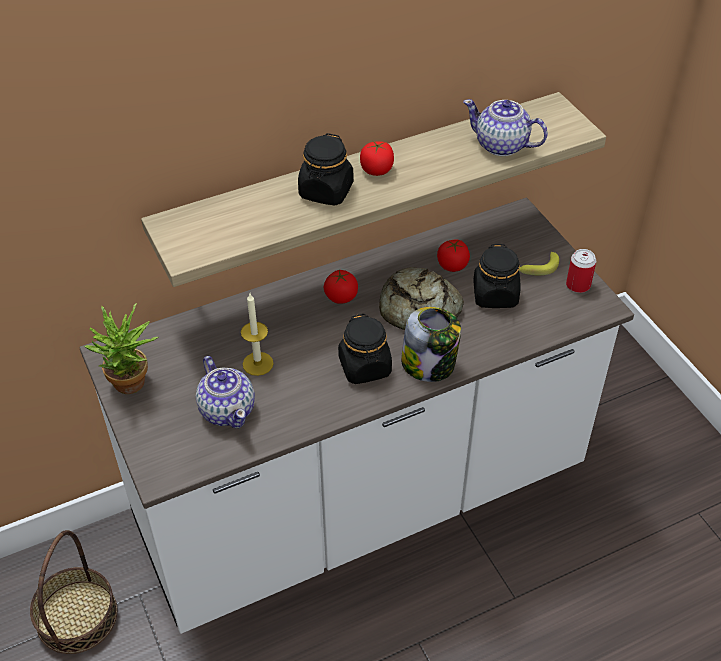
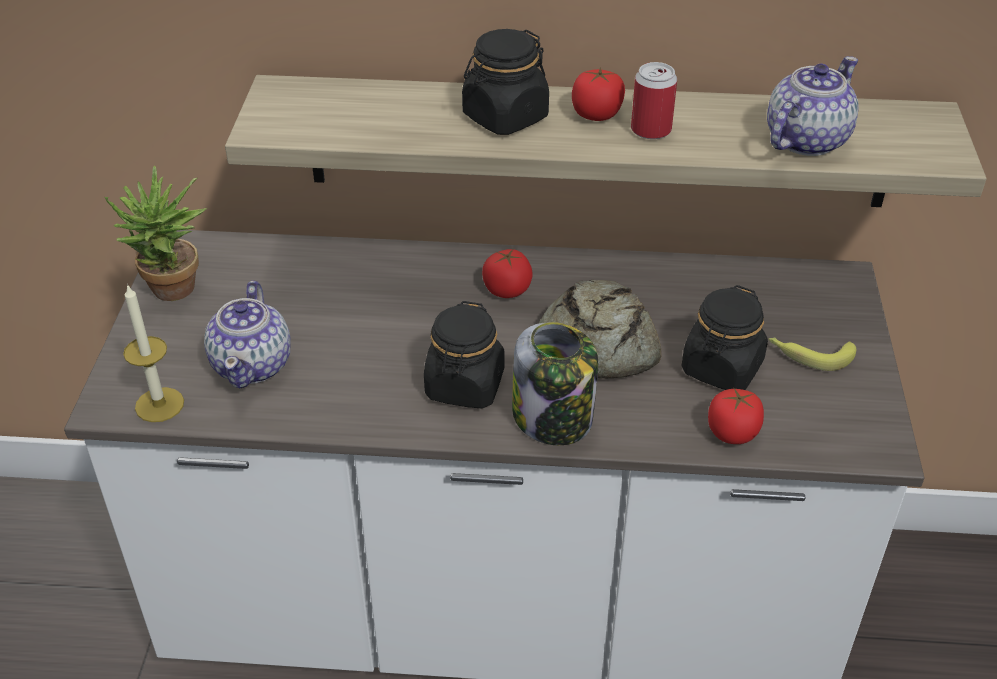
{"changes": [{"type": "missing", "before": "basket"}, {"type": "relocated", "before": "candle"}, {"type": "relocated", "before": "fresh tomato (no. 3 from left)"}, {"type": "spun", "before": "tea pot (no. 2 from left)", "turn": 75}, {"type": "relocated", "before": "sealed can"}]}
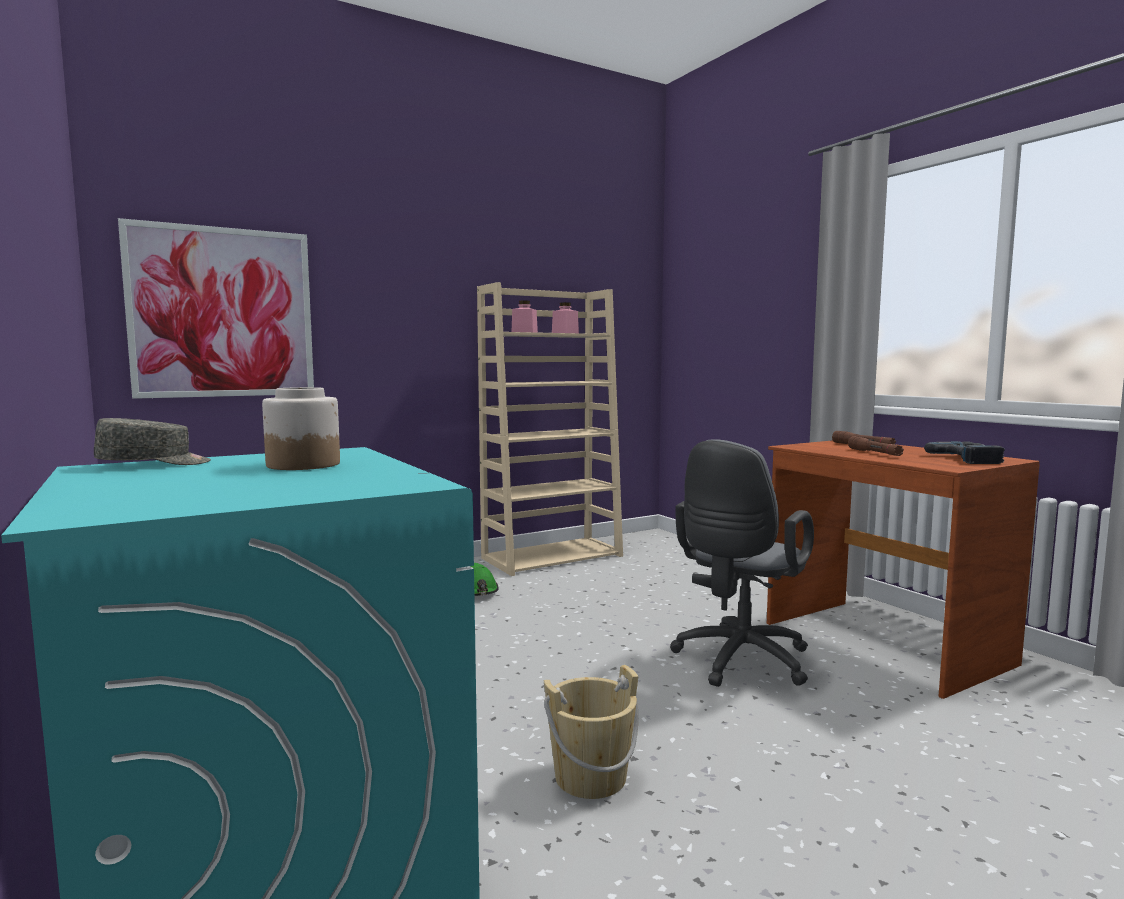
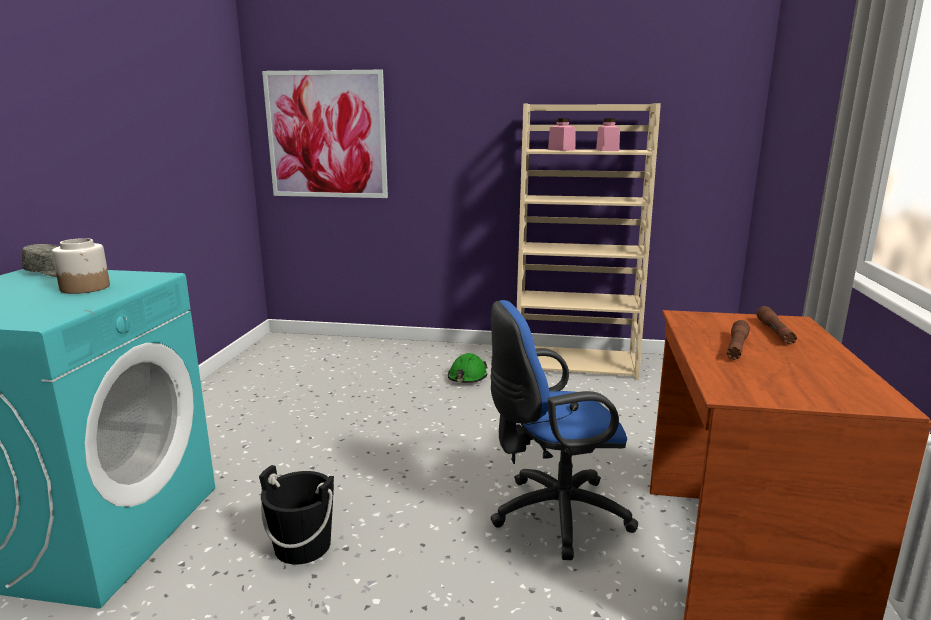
{"changes": [{"type": "colour", "before": "beige-coloured bucket", "after": "black-coloured bucket"}, {"type": "colour", "before": "gray desk chair", "after": "blue desk chair"}, {"type": "missing", "before": "drill"}]}
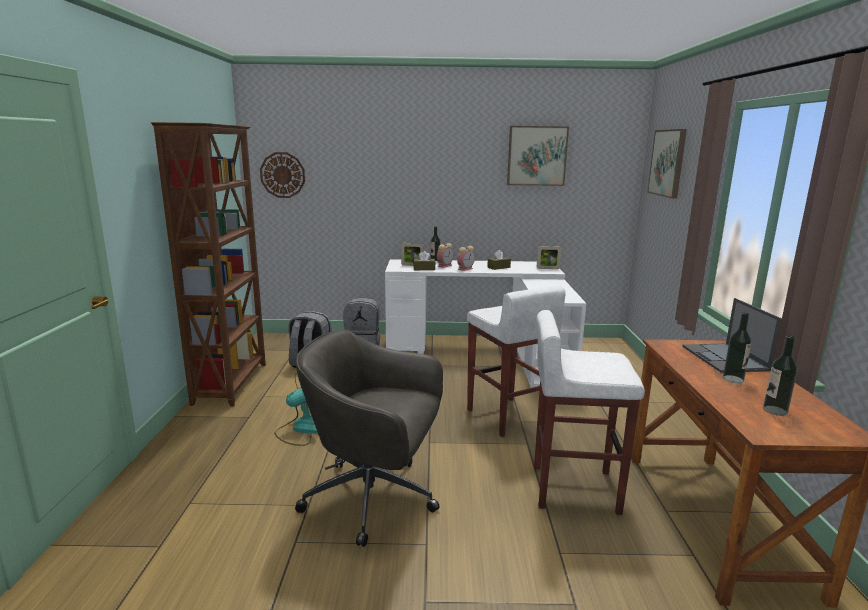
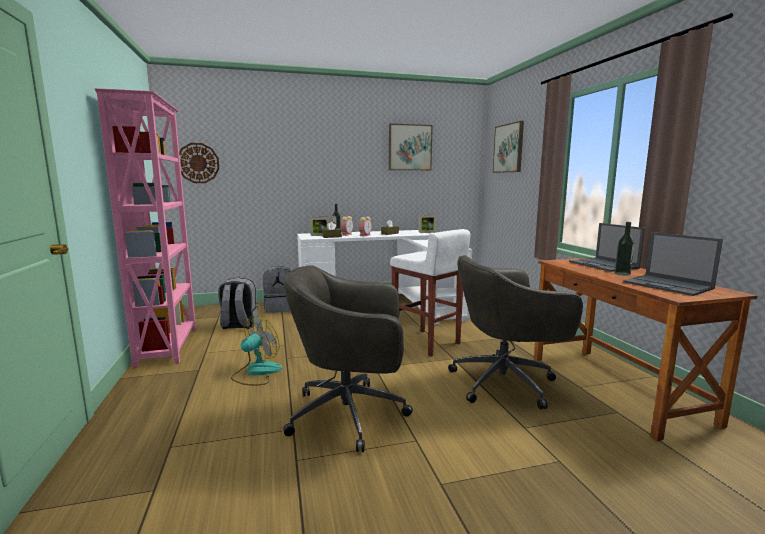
{"changes": [{"type": "colour", "before": "brown shelving unit", "after": "pink shelving unit"}, {"type": "exchanged", "before": "white-coloured sitting stool (no. 2 from left)", "after": "gray desk chair (no. 2 from left)"}, {"type": "exchanged", "before": "bottle (no. 3 from left)", "after": "notebook computer (no. 2 from left)"}]}
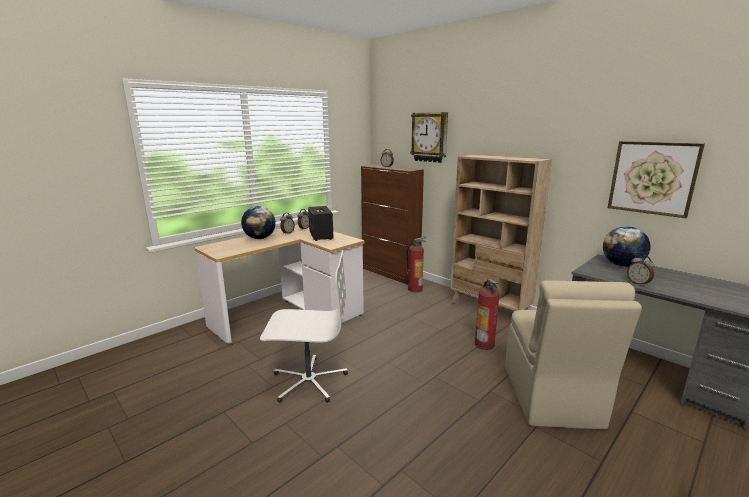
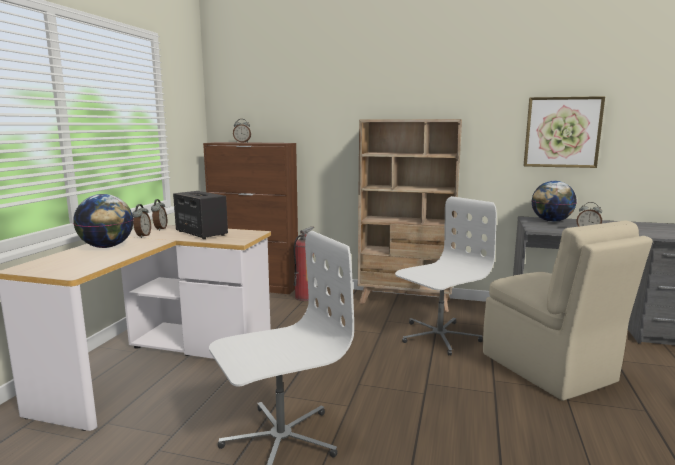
{"changes": [{"type": "missing", "before": "clock on the wall"}, {"type": "exchanged", "before": "extinguisher (no. 2 from left)", "after": "white-coloured desk chair (no. 2 from left)"}]}
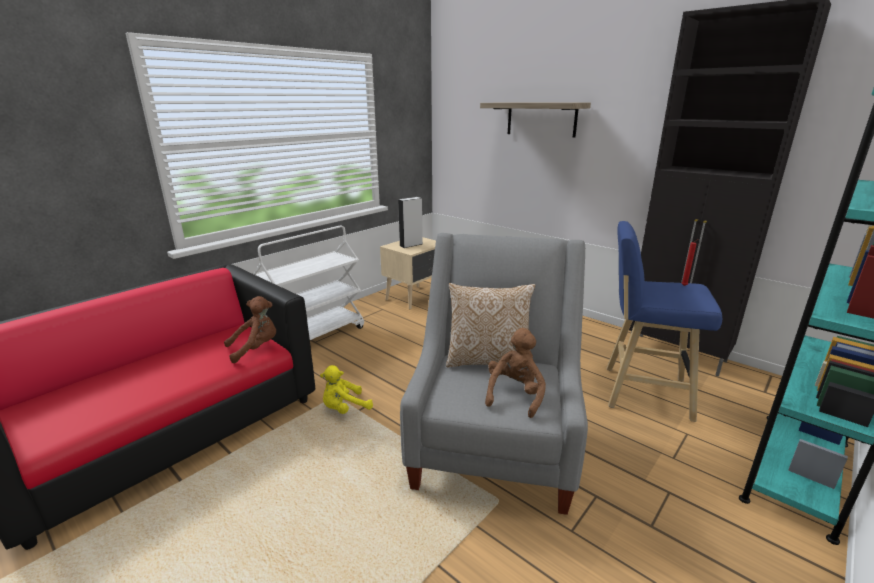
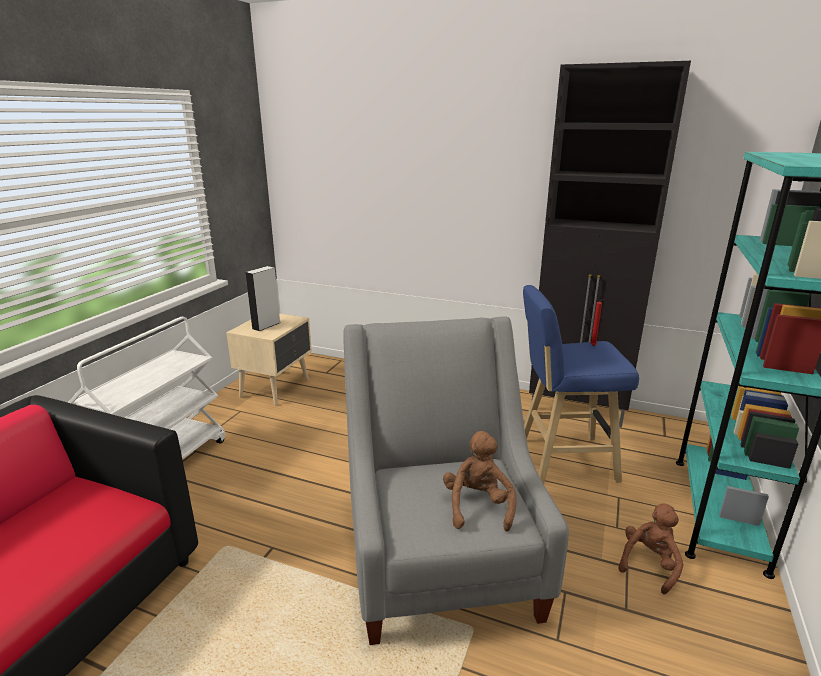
{"changes": [{"type": "relocated", "before": "brown cuddly toy (no. 1 from left in the first image)", "after": "brown cuddly toy (no. 2 from left)"}, {"type": "missing", "before": "yellow cuddly toy"}, {"type": "missing", "before": "cushion"}, {"type": "missing", "before": "bracket shelf"}]}
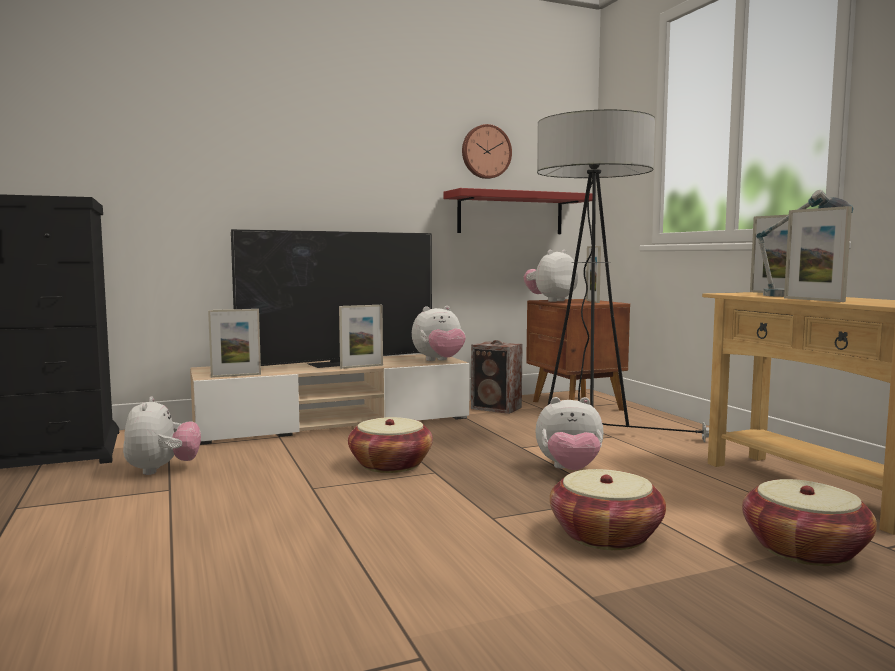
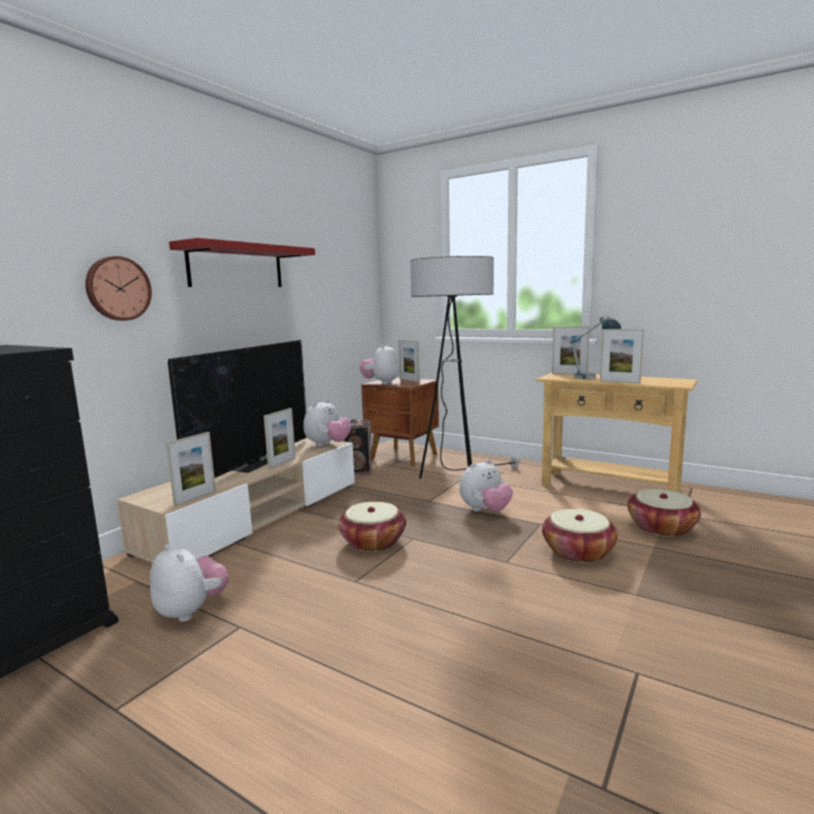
{"changes": [{"type": "relocated", "before": "red-coloured bracket shelf"}, {"type": "relocated", "before": "clock on the wall"}]}
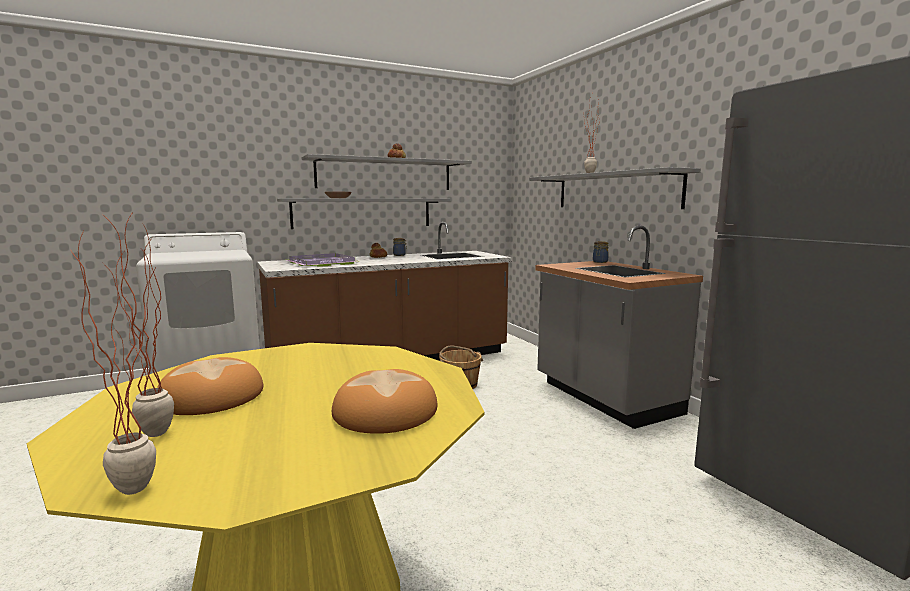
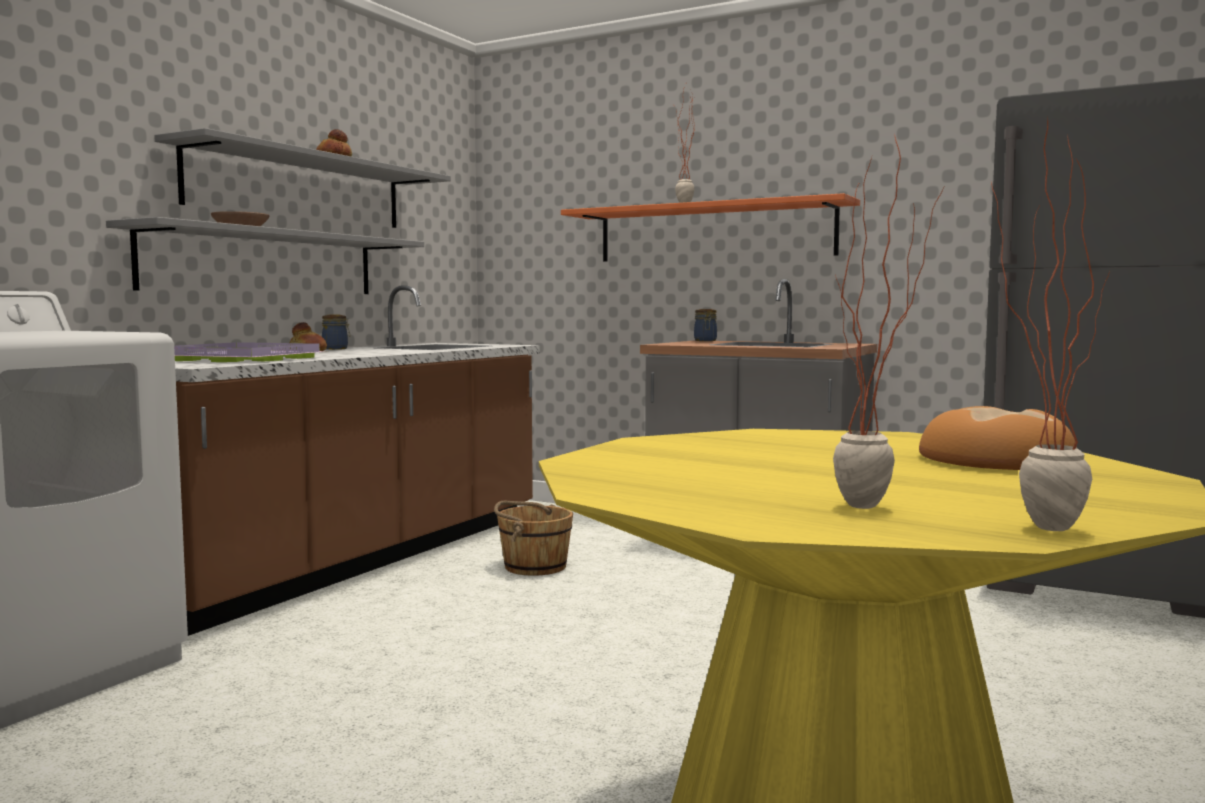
{"changes": [{"type": "missing", "before": "bakery bread (no. 1 from left)"}, {"type": "colour", "before": "gray bracket shelf (no. 3 from left)", "after": "orange-coloured bracket shelf"}]}
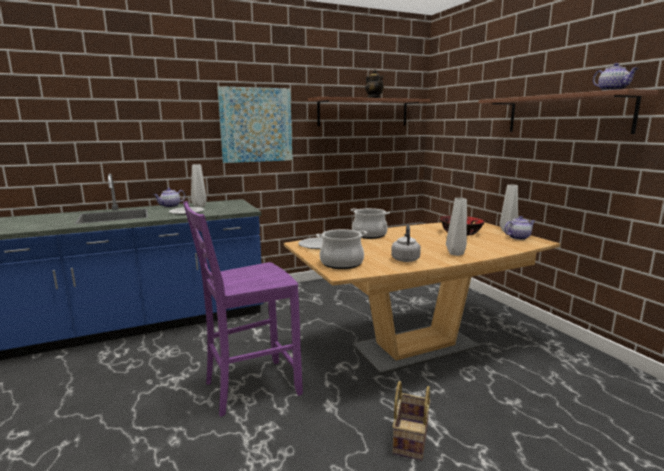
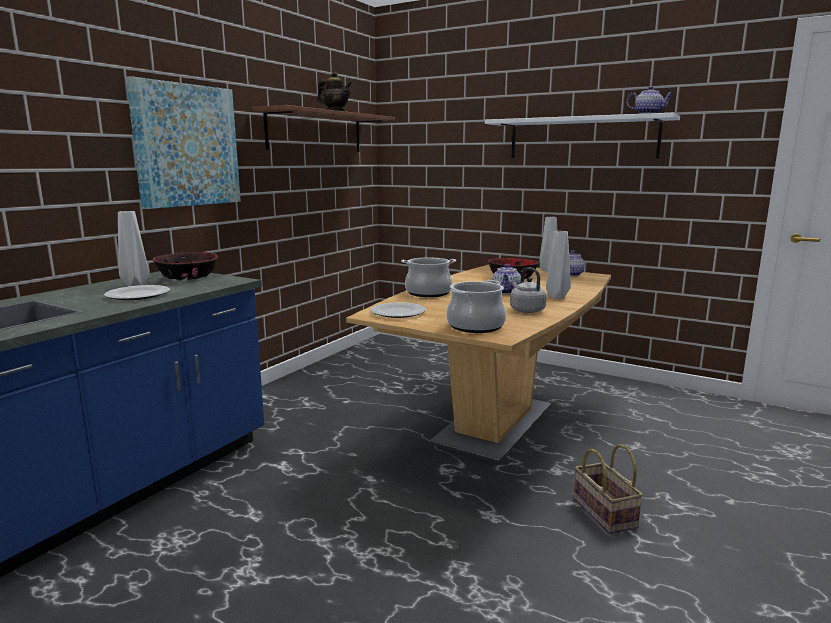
{"changes": [{"type": "relocated", "before": "tea pot (no. 1 from left in the first image)", "after": "tea pot (no. 2 from left)"}, {"type": "missing", "before": "purple-coloured chair"}, {"type": "colour", "before": "brown bracket shelf (no. 2 from left)", "after": "white-coloured bracket shelf"}, {"type": "appeared", "after": "deep dish (no. 1 from left)"}]}
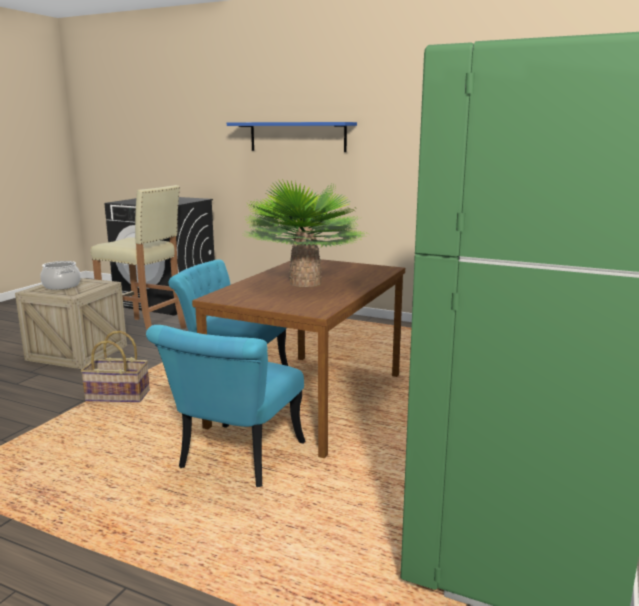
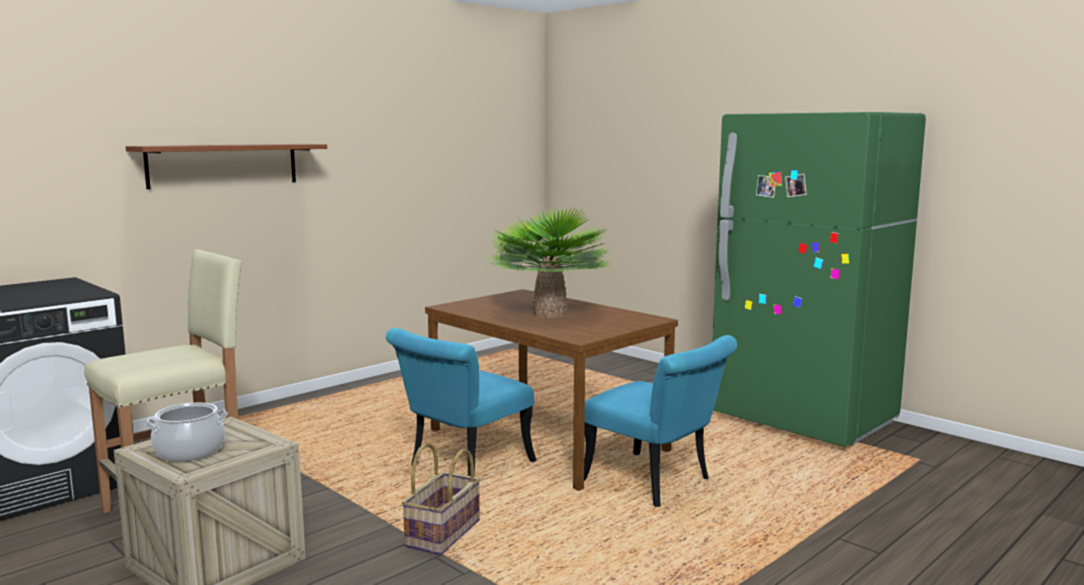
{"changes": [{"type": "colour", "before": "blue bracket shelf", "after": "brown bracket shelf"}]}
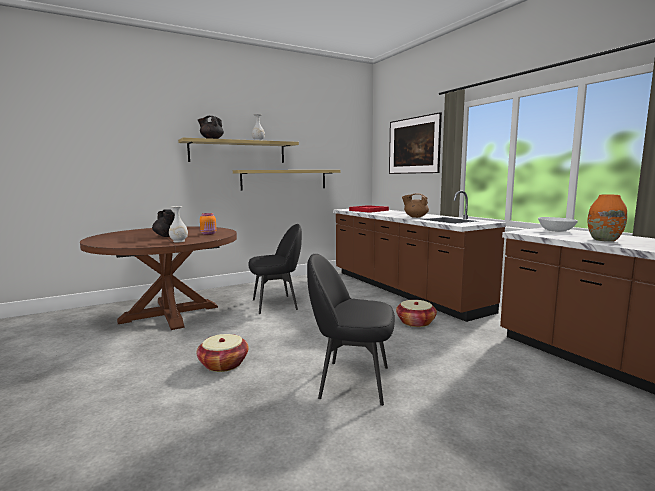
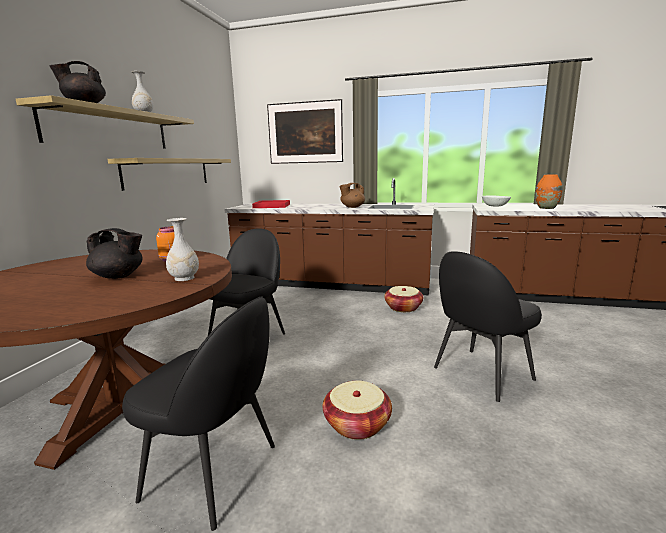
{"changes": [{"type": "appeared", "after": "black-coloured chair (no. 1 from left)"}]}
